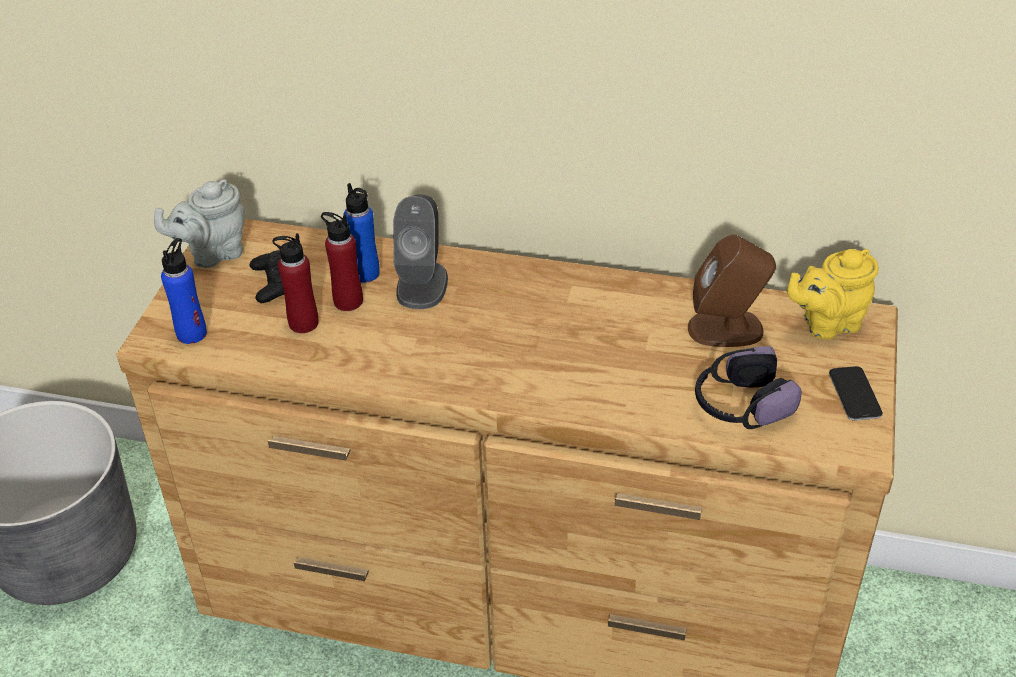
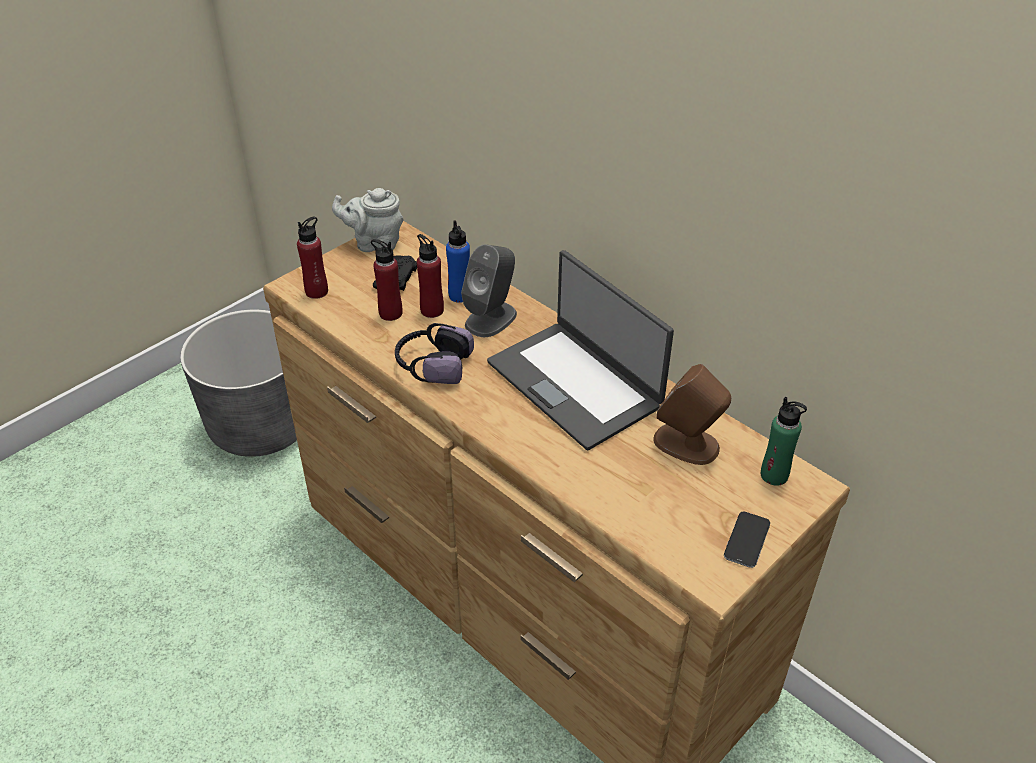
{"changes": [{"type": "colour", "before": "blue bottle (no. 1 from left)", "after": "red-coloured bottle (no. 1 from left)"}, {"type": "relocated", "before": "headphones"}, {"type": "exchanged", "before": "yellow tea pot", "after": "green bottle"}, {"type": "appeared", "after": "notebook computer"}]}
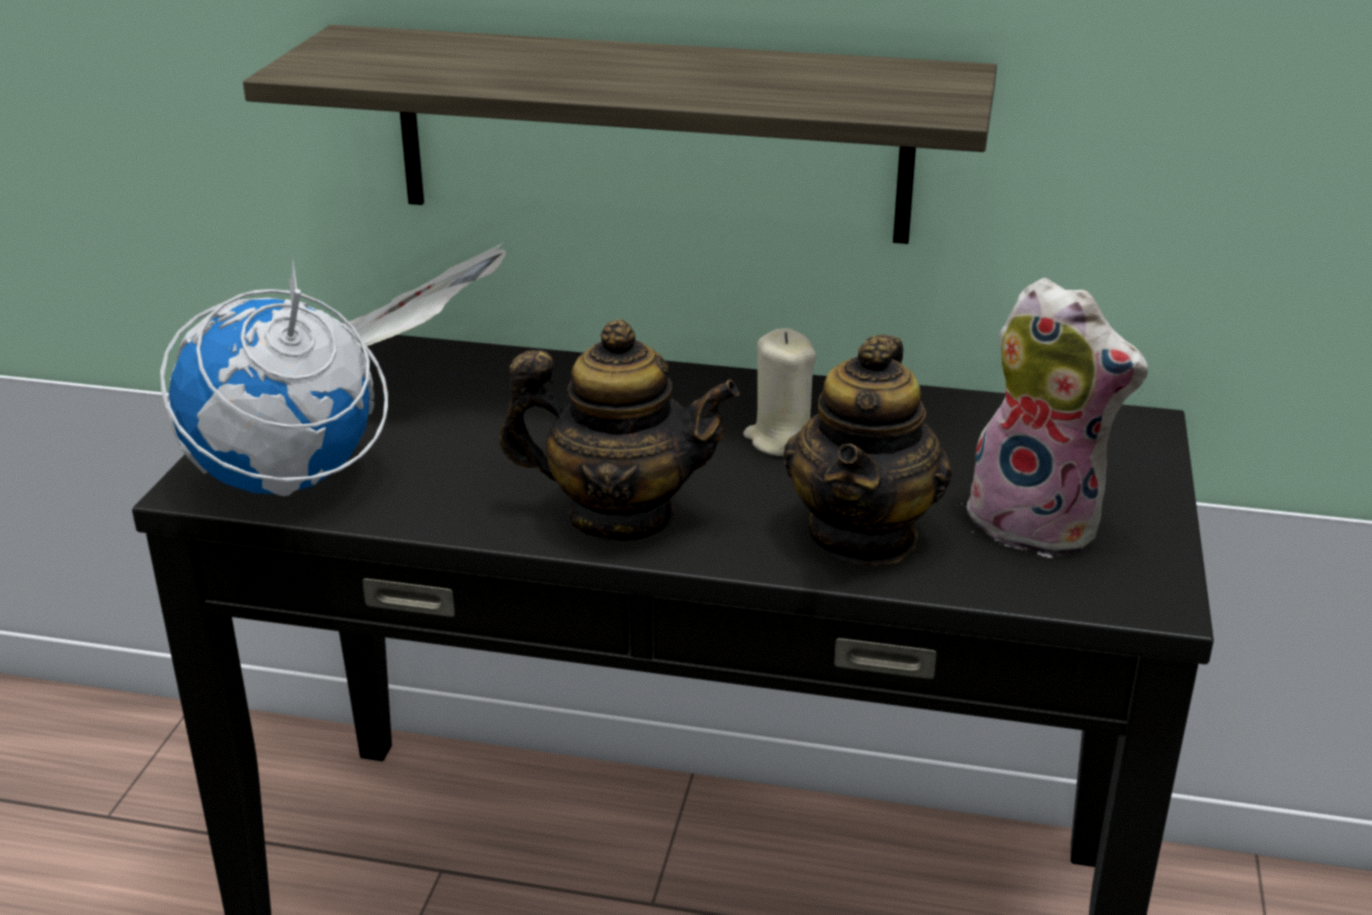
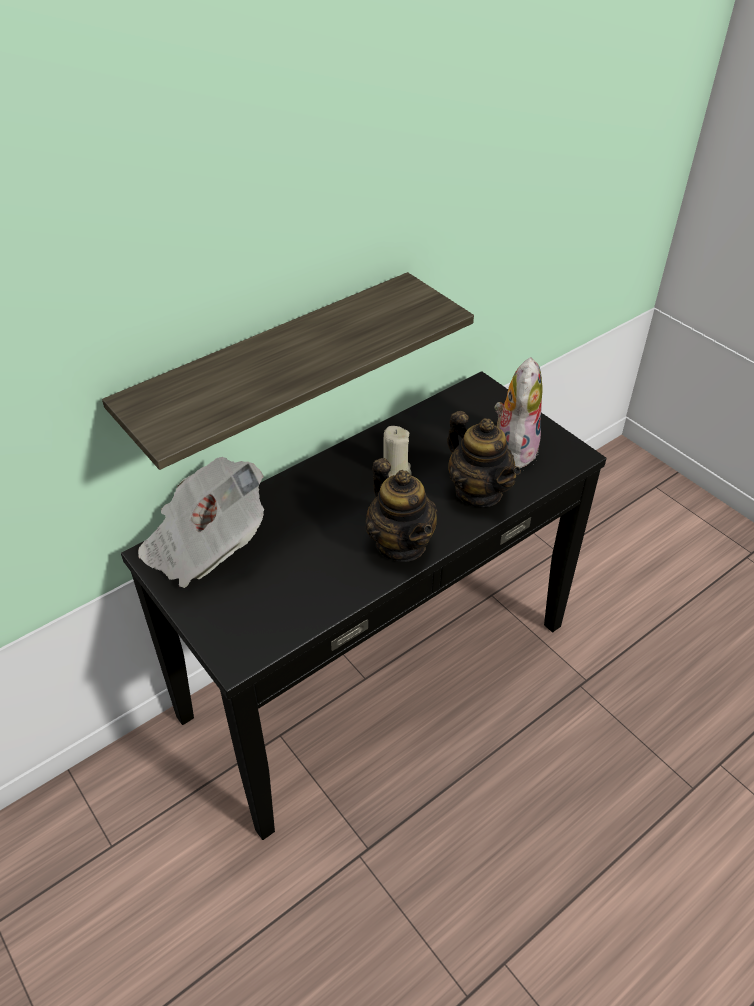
{"changes": [{"type": "missing", "before": "world globe"}, {"type": "spun", "before": "tea pot (no. 1 from left)", "turn": 105}, {"type": "spun", "before": "cuddly toy", "turn": -60}]}
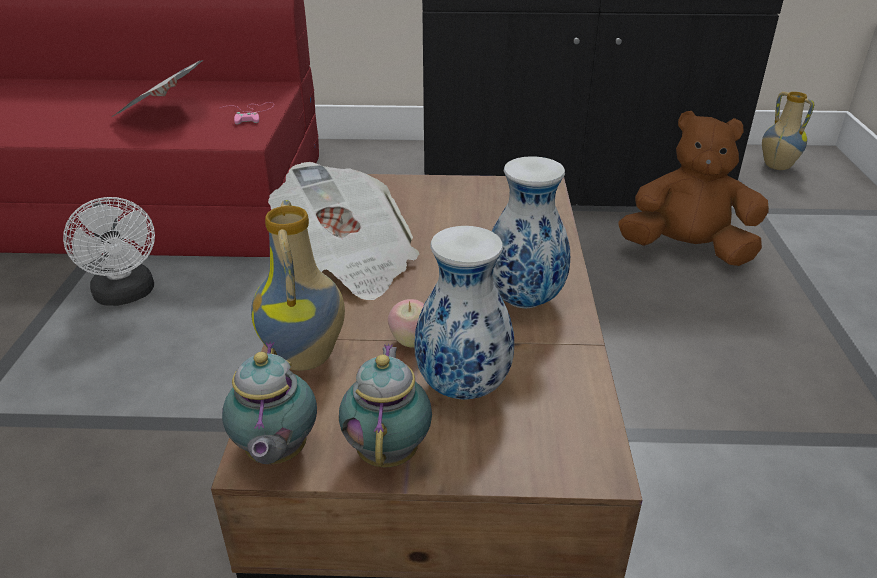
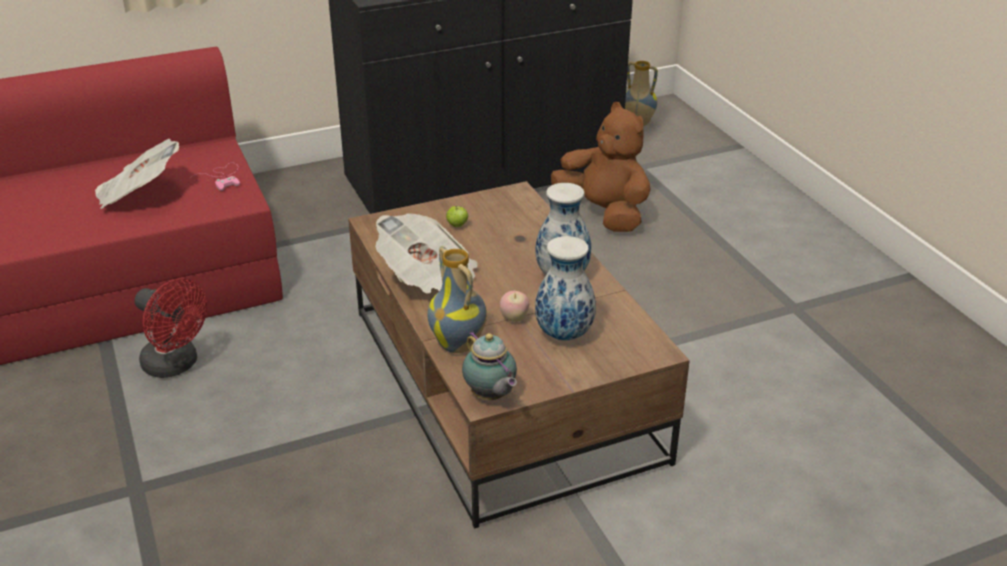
{"changes": [{"type": "colour", "before": "white-coloured cooling fan", "after": "red-coloured cooling fan"}, {"type": "missing", "before": "tea pot (no. 2 from left)"}, {"type": "spun", "before": "brown cuddly toy", "turn": 60}, {"type": "appeared", "after": "apple (no. 1 from left)"}]}
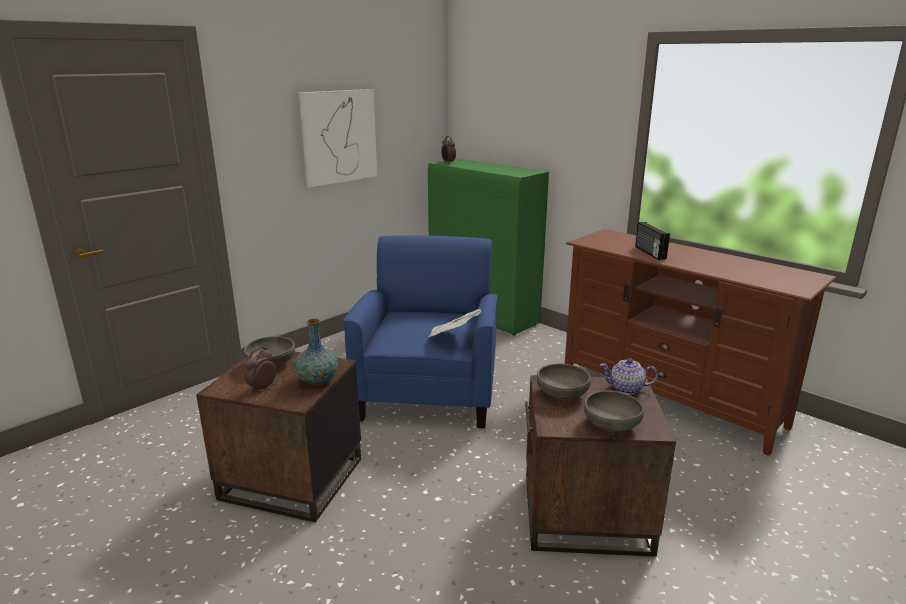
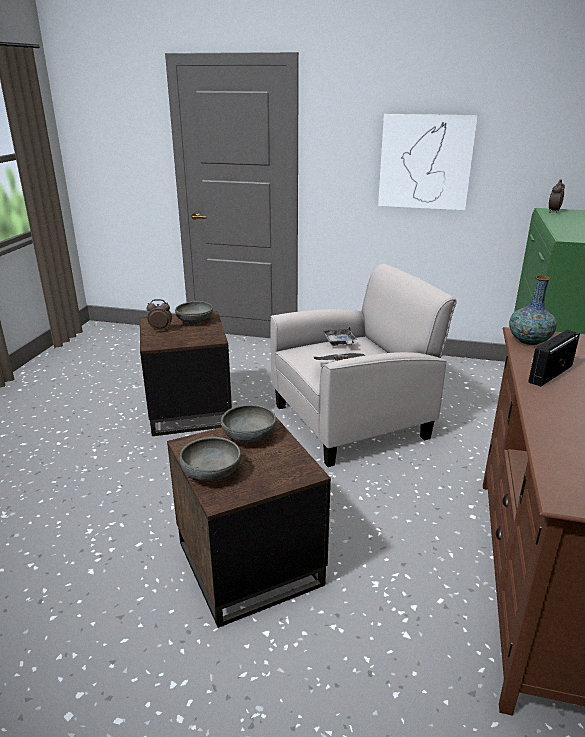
{"changes": [{"type": "relocated", "before": "decorative vase"}, {"type": "colour", "before": "blue armchair", "after": "beige-coloured armchair"}, {"type": "missing", "before": "tea pot"}, {"type": "appeared", "after": "gray carrying tray"}]}
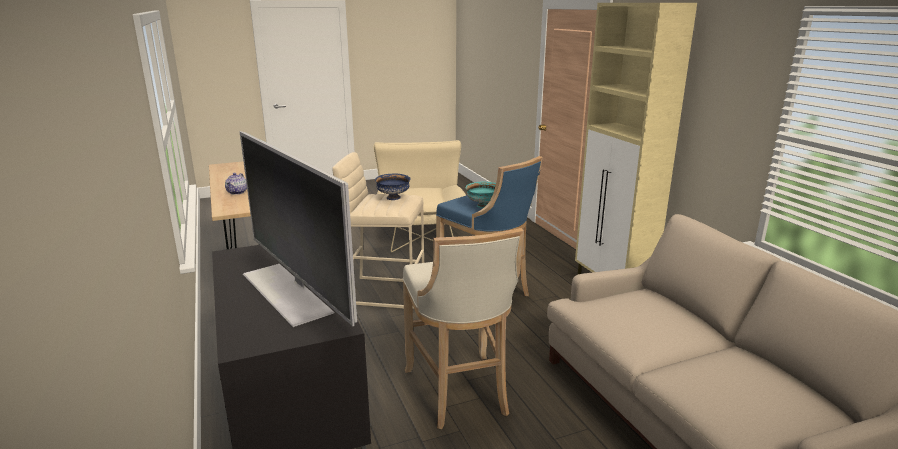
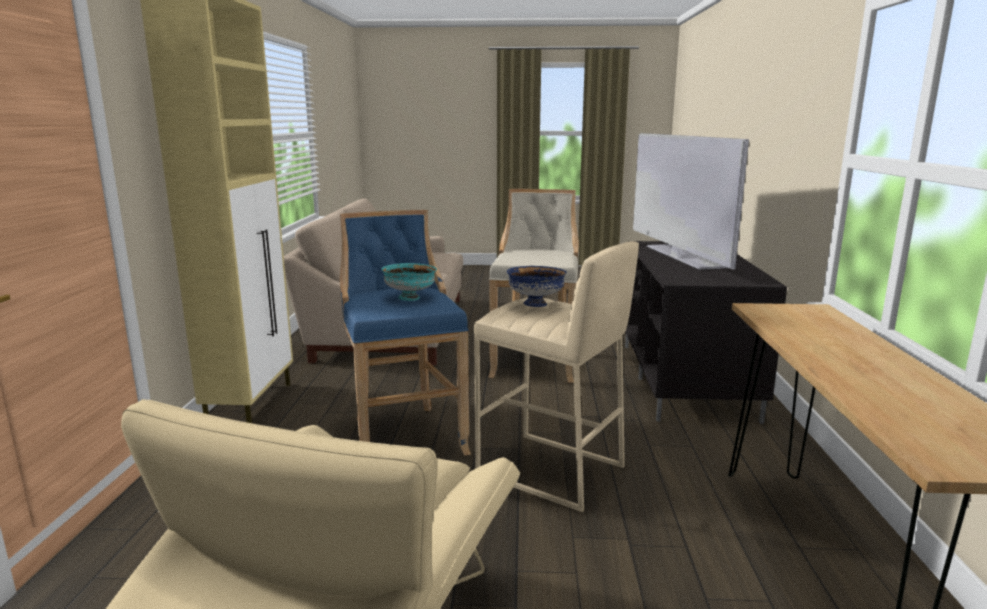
{"changes": [{"type": "missing", "before": "tea pot"}]}
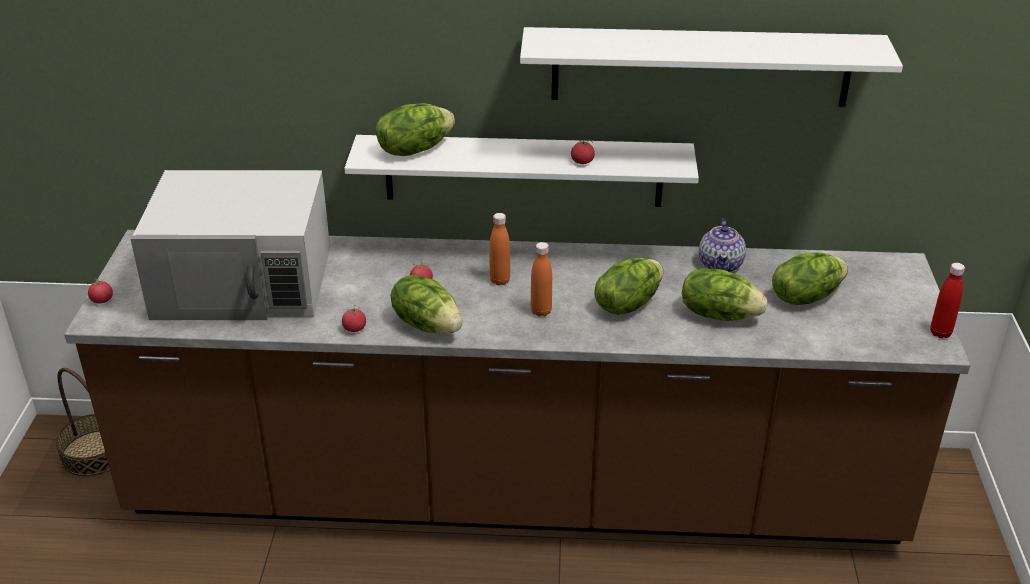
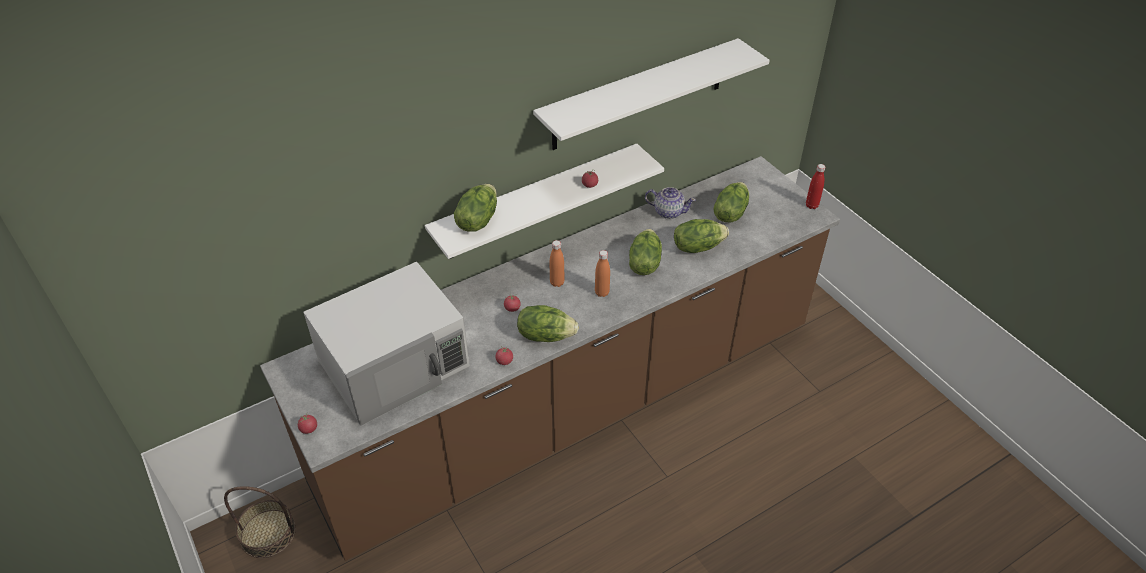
{"changes": [{"type": "spun", "before": "tea pot", "turn": -45}]}
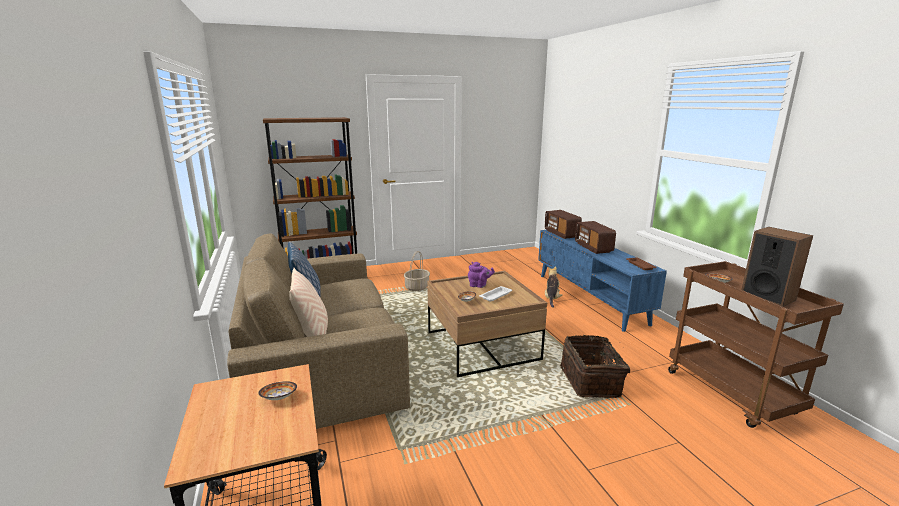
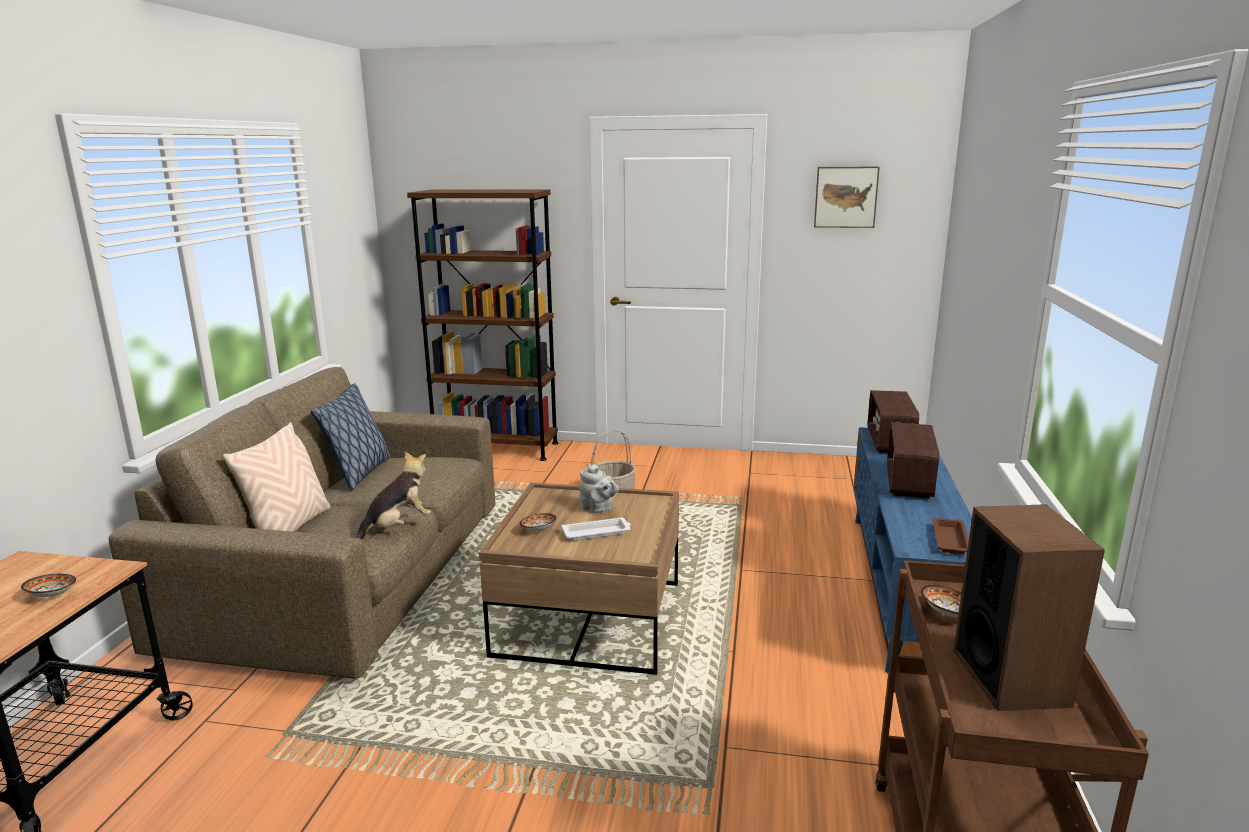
{"changes": [{"type": "colour", "before": "purple-coloured tea pot", "after": "gray tea pot"}, {"type": "relocated", "before": "cuddly toy"}, {"type": "missing", "before": "basket (no. 2 from left)"}, {"type": "appeared", "after": "wall picture"}]}
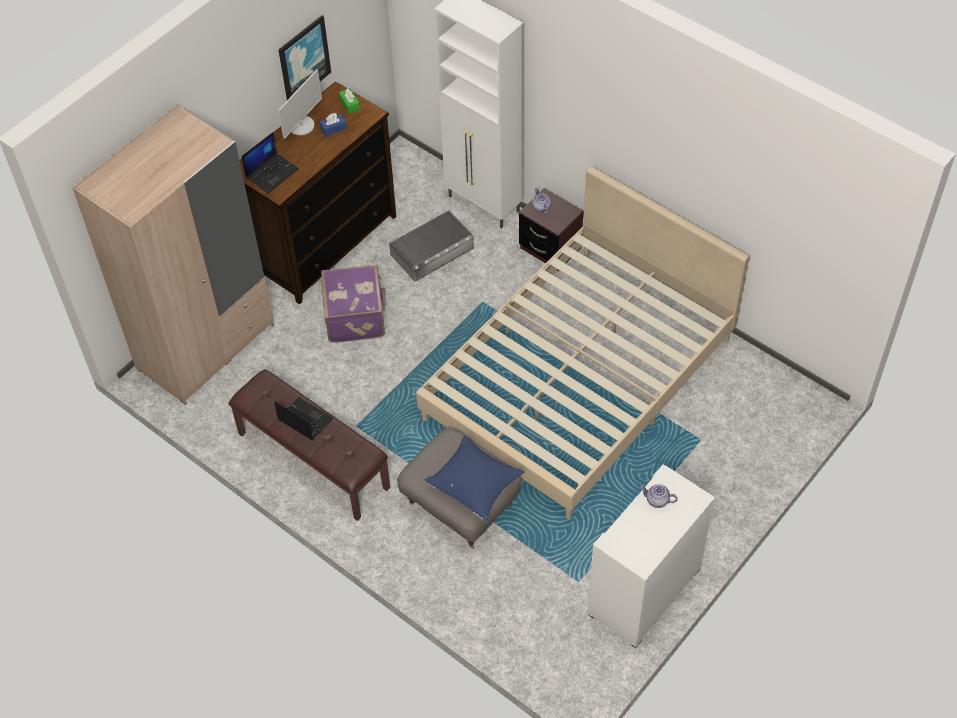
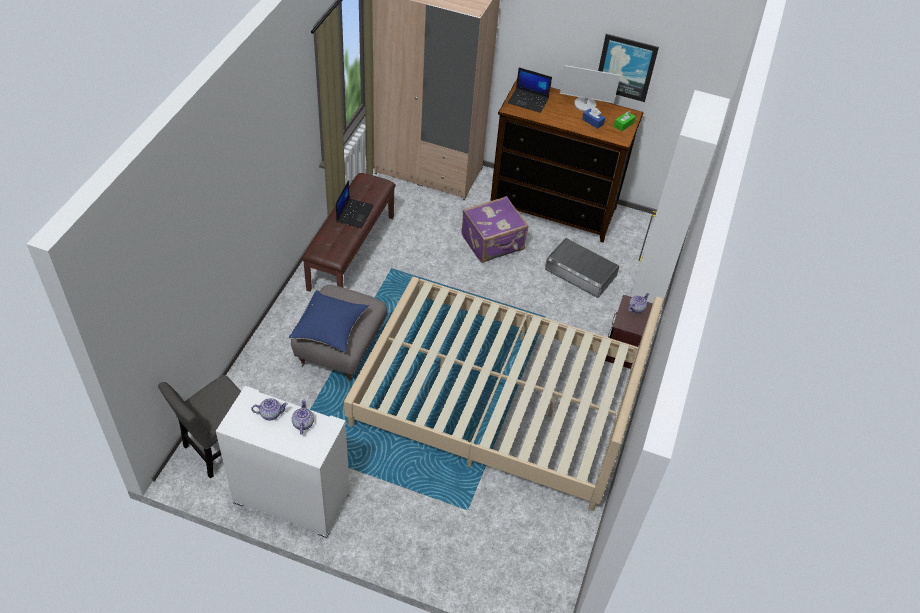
{"changes": [{"type": "appeared", "after": "gray chair"}, {"type": "appeared", "after": "tea pot (no. 1 from left)"}]}
